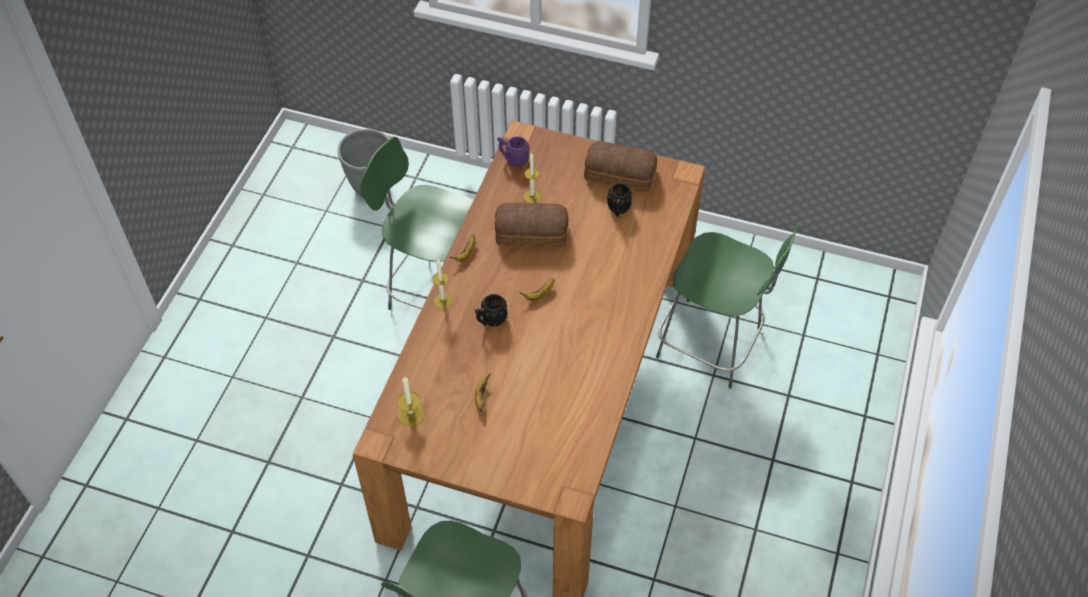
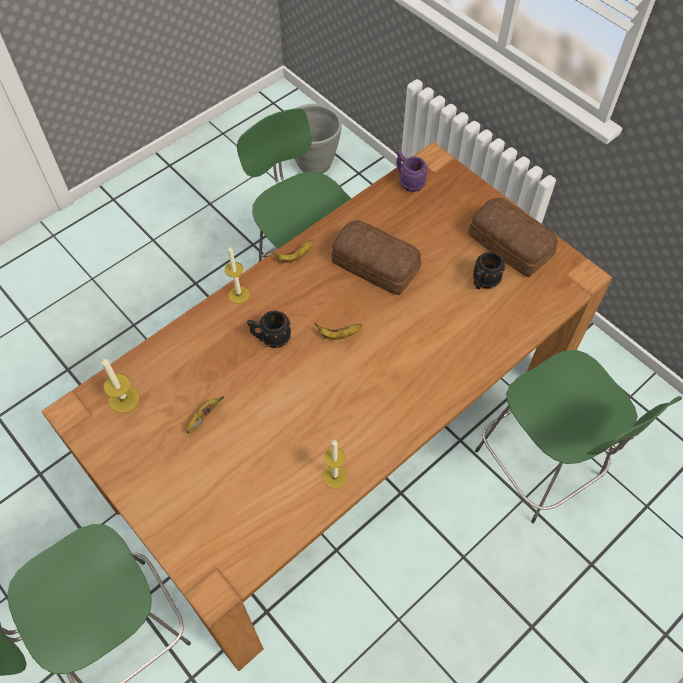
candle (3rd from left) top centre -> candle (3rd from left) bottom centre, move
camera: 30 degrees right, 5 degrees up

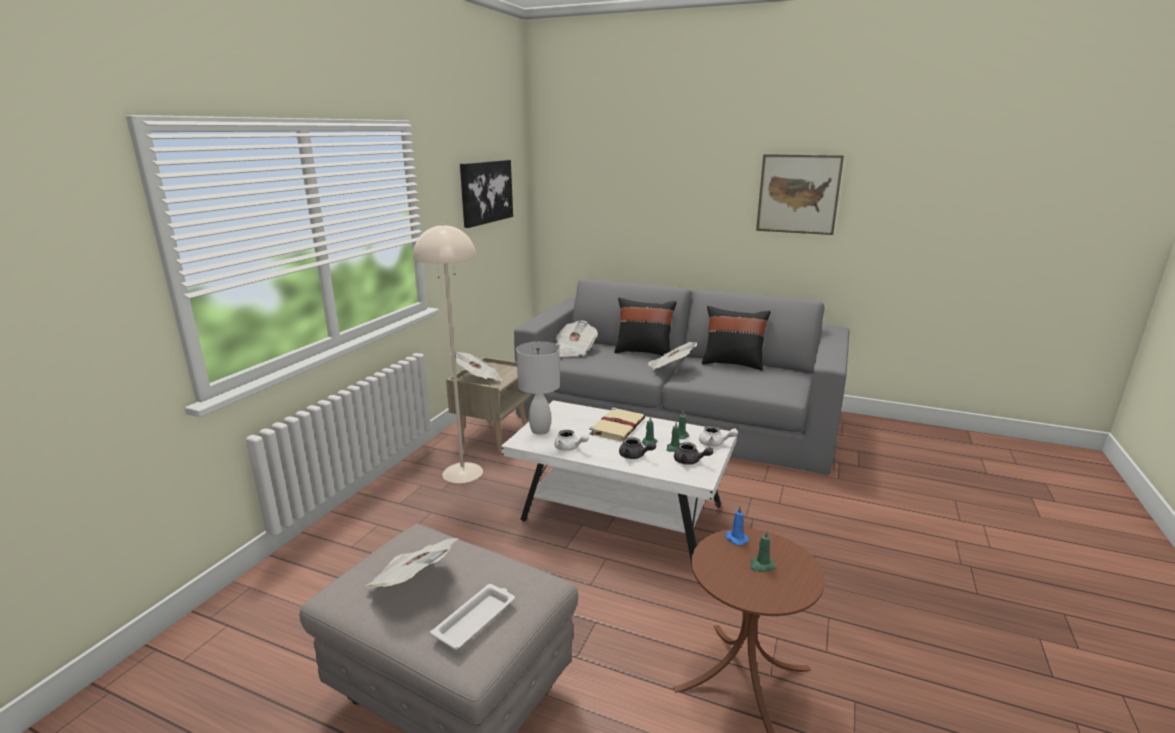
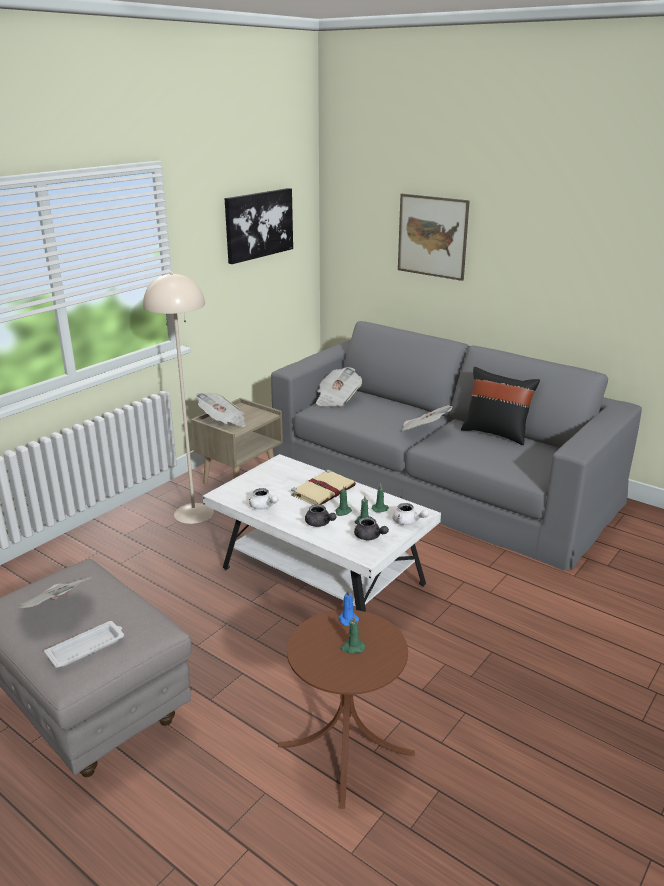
white table lamp centre -> none
black pillow (1st from left) centre -> none
picture (2nd from left) top right -> picture (2nd from left) top centre, move
camera: 15 degrees right, 5 degrees up

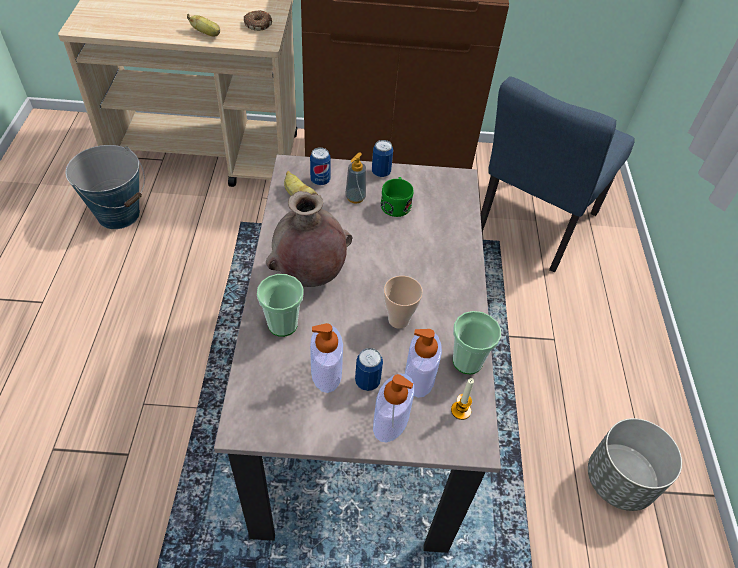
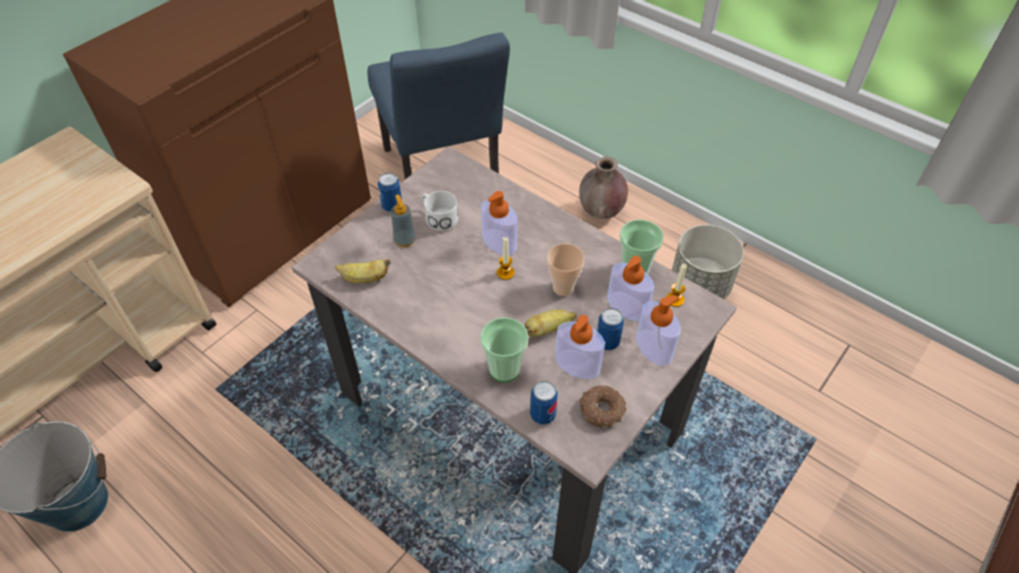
none -> soap dispenser (2nd from left) centre
none -> candle (1st from left) centre
banana (1st from left in the first image) top left -> banana (2nd from left) centre, move
donut top centre -> donut bottom centre, move
brown vase centre -> brown vase top centre, move
can (1st from left in the first image) top centre -> can (2nd from left) bottom centre, move
green mug centre -> white mug centre
camera: 50 degrees left, 0 degrees up

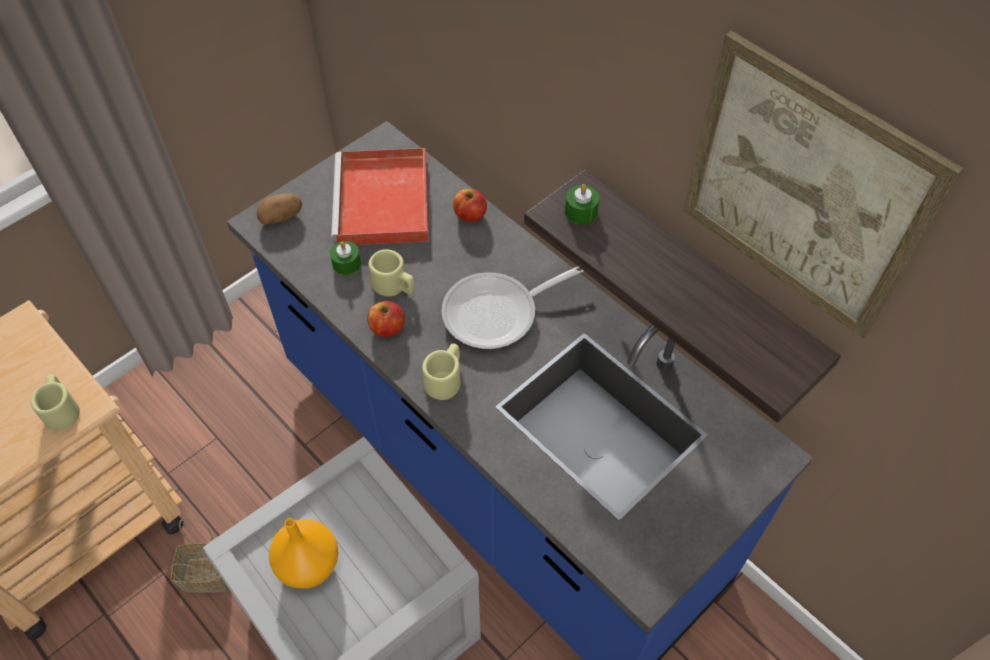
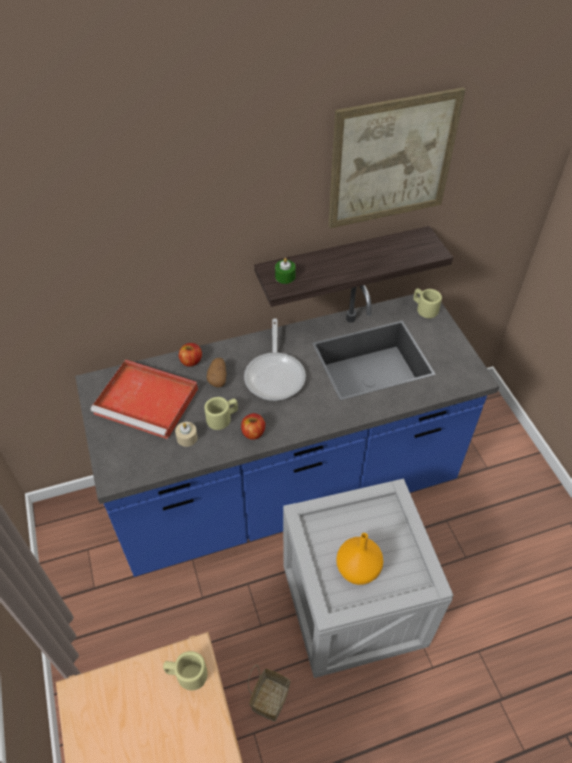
potato top left -> potato centre, move
beige mug (3rd from left) centre -> beige mug (3rd from left) middle right, move
green candle (1st from left) centre -> beige candle middle left
camera: 65 degrees left, 5 degrees down

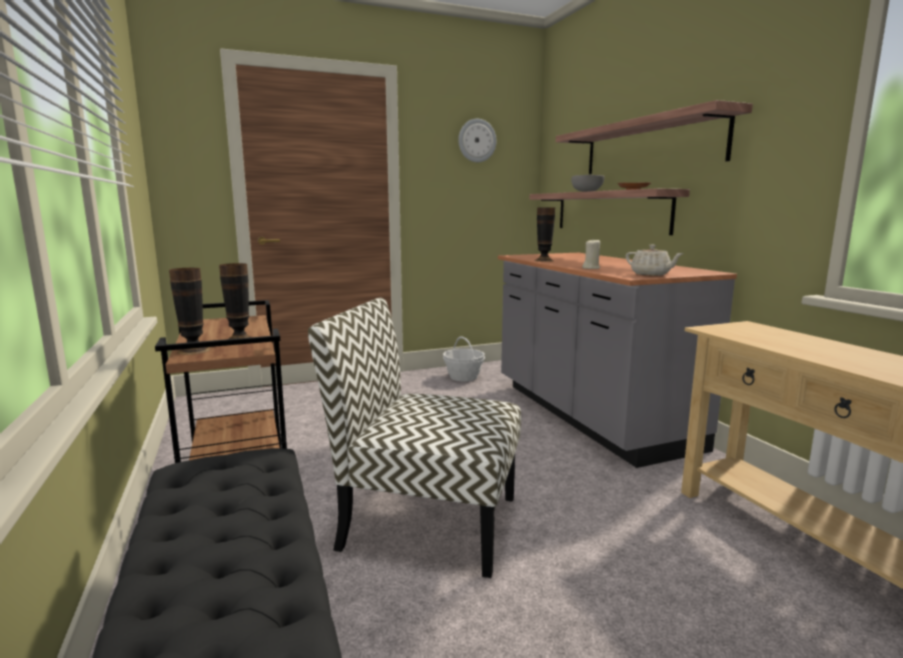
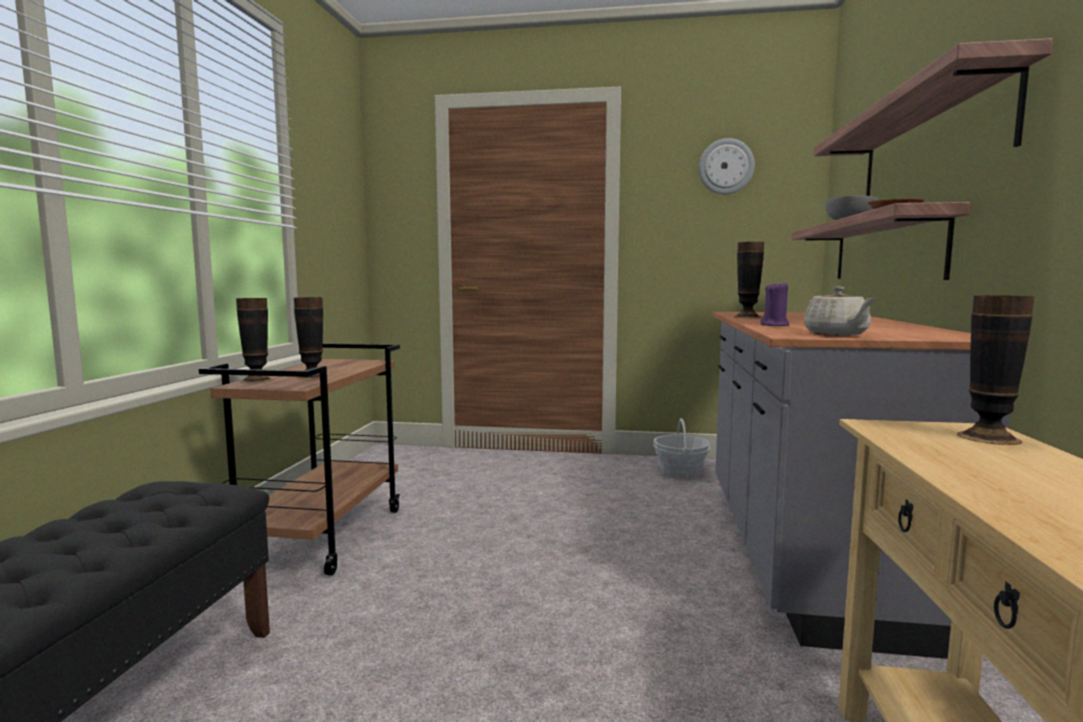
chair centre -> none
none -> vase (4th from left) middle right
beige candle centre -> purple candle middle right
camera: 30 degrees right, 5 degrees down

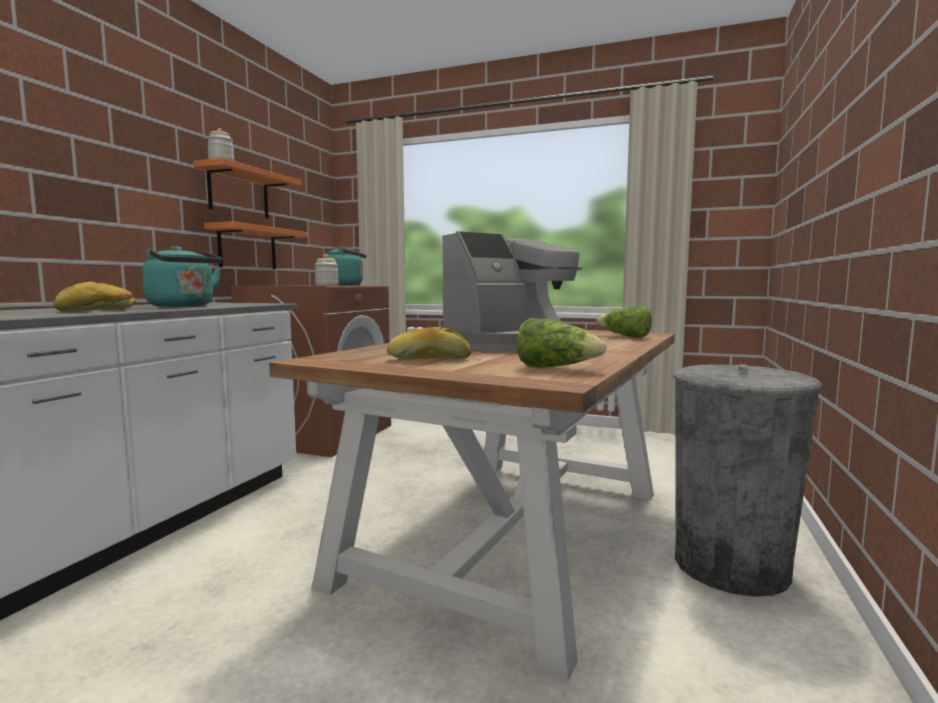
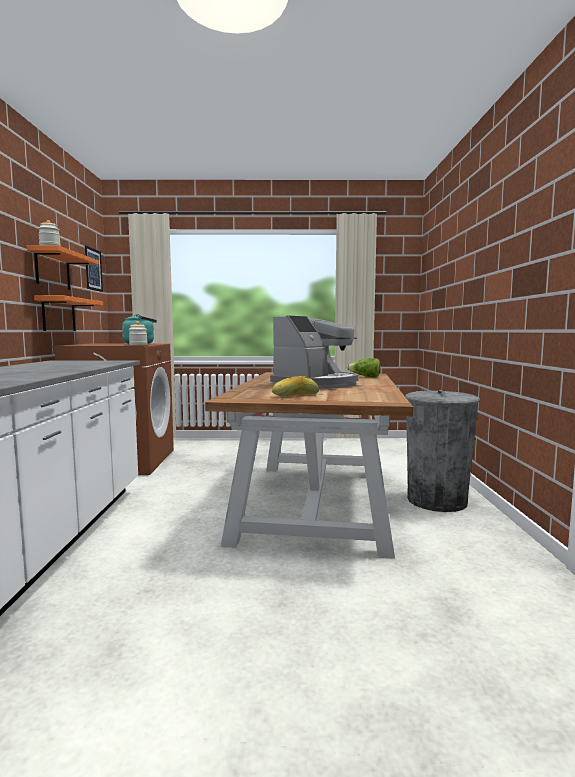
bread (1st from left) middle left -> none
turquoise kettle (1st from left) middle left -> none
lettuce (1st from left) centre -> none
none -> picture middle left
camera: 20 degrees left, 0 degrees up

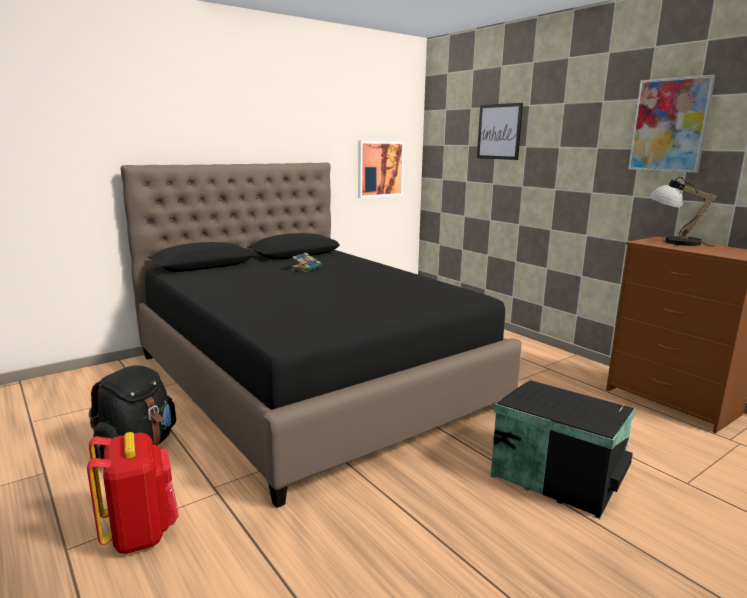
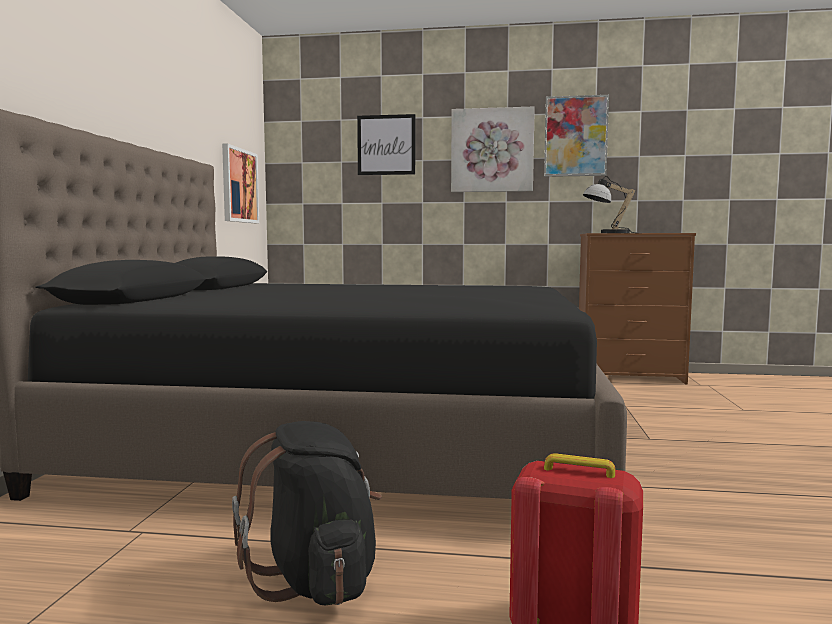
book centre -> none
black storage box bottom right -> none
none -> picture (3rd from left) top centre
camera: 45 degrees left, 10 degrees down

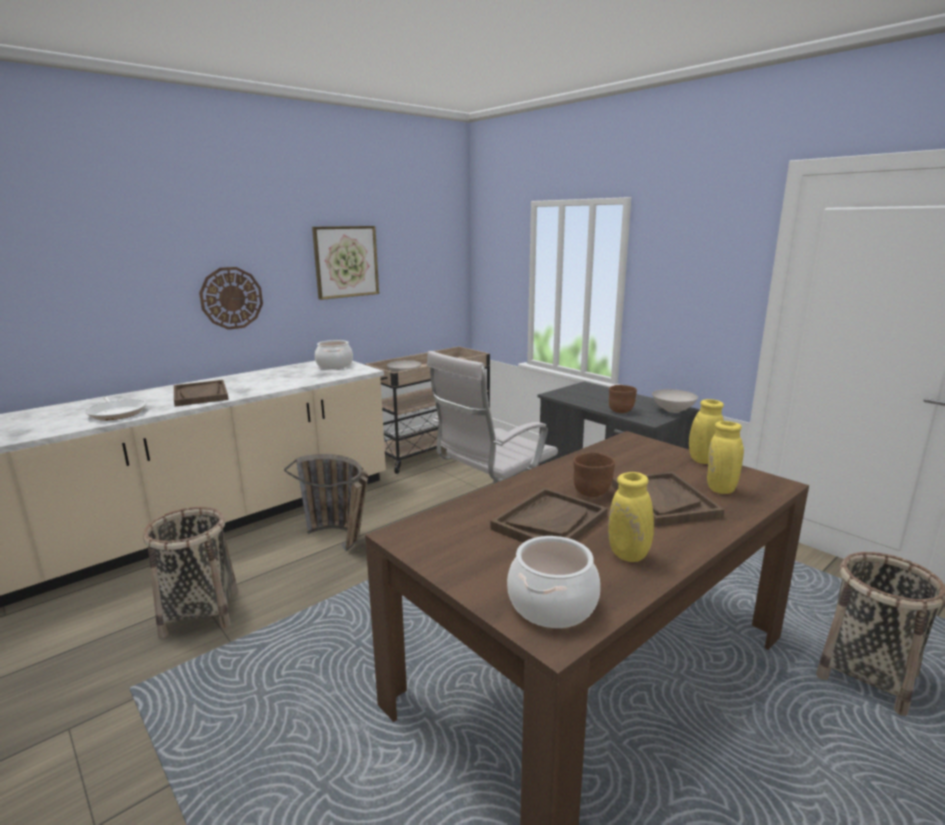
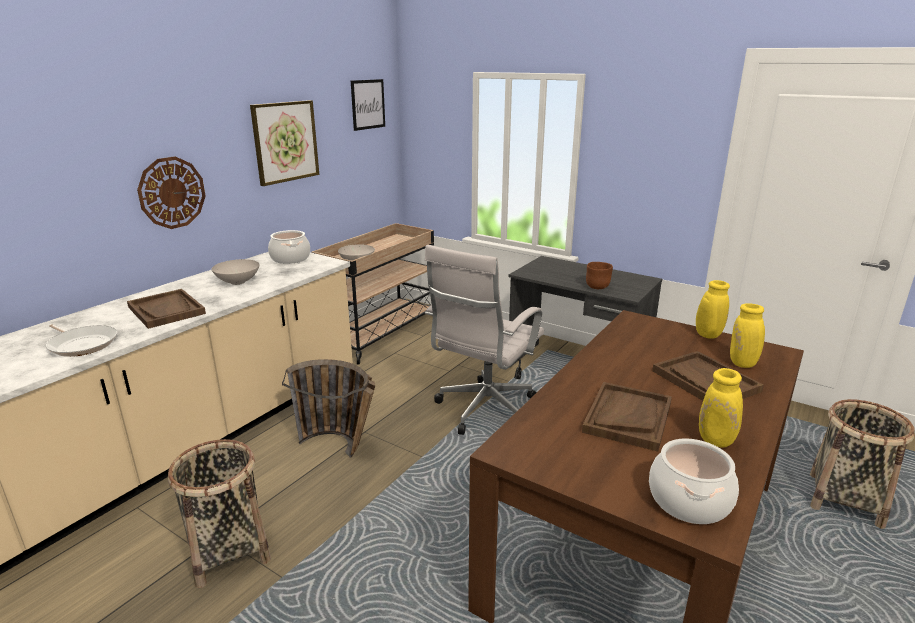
brown bowl (1st from left) centre -> none
none -> picture (2nd from left) top centre
white bowl (2nd from left in the first image) middle right -> white bowl (1st from left) middle left, move
camera: 15 degrees left, 5 degrees up

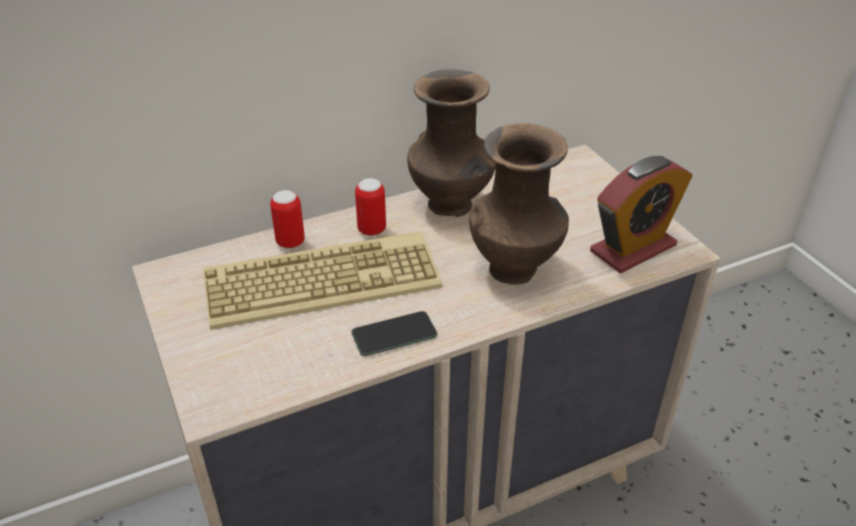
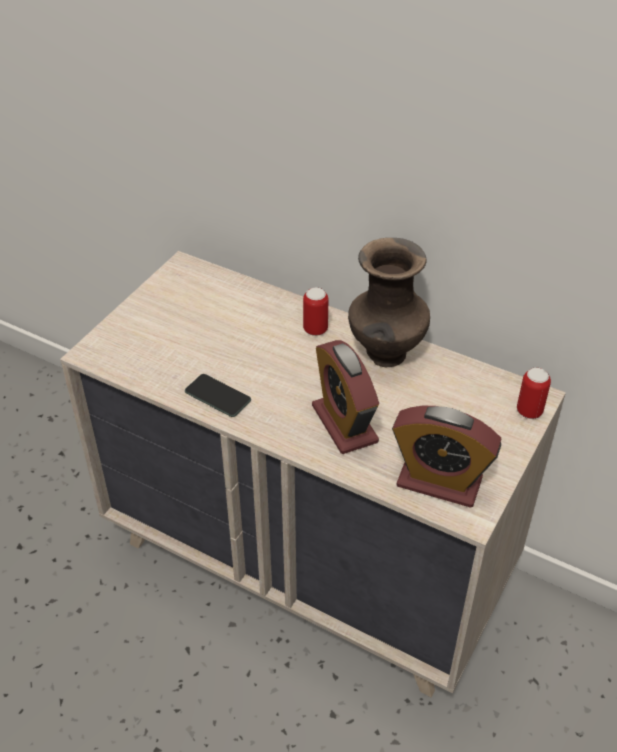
keyboard centre -> none
can (1st from left in the first image) centre -> can (2nd from left) middle right, move
brown vase (2nd from left) centre -> alarm clock (1st from left) centre
camera: 55 degrees right, 5 degrees up

